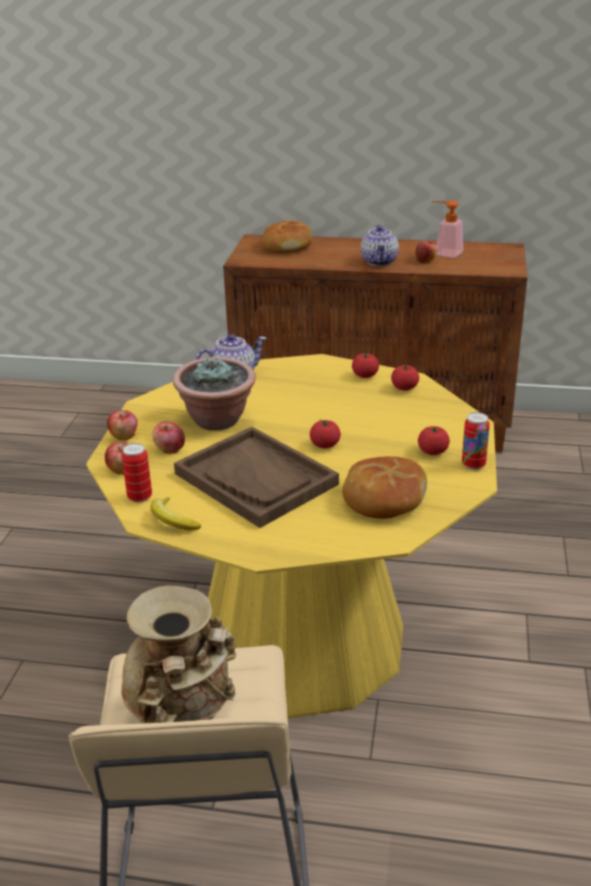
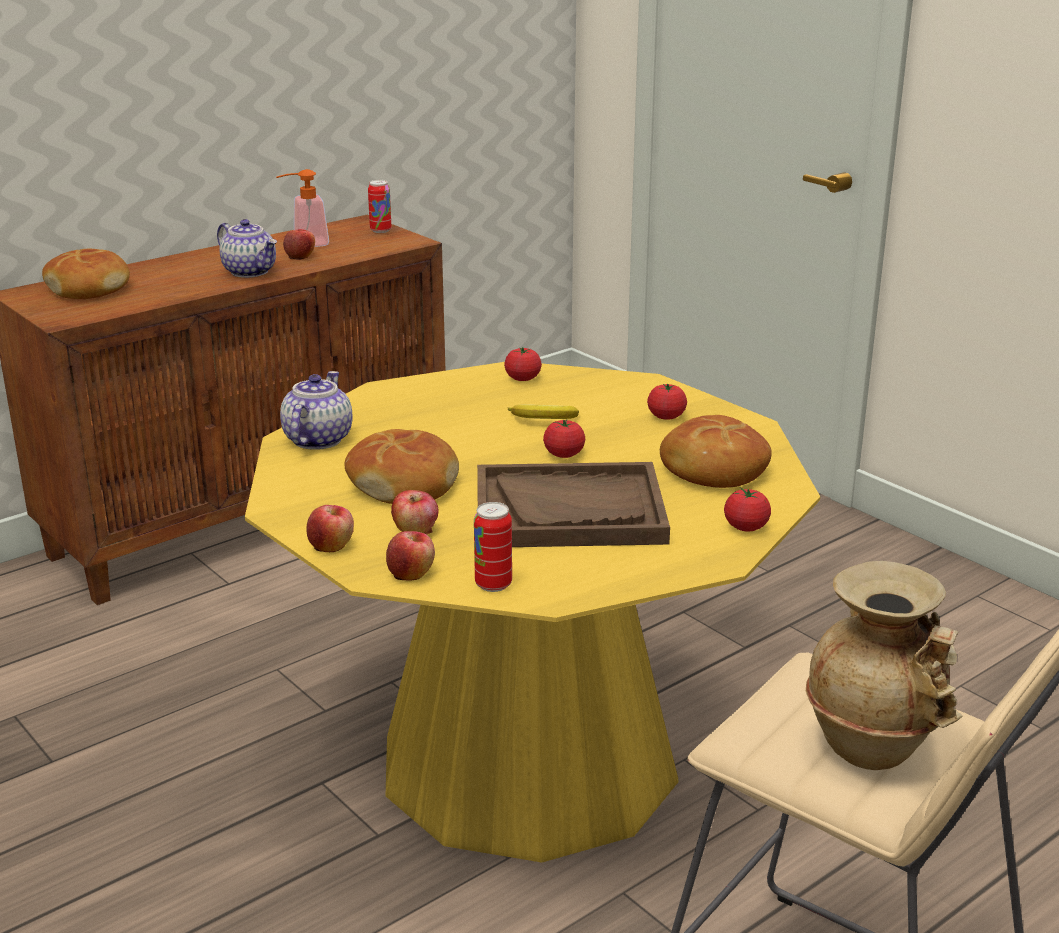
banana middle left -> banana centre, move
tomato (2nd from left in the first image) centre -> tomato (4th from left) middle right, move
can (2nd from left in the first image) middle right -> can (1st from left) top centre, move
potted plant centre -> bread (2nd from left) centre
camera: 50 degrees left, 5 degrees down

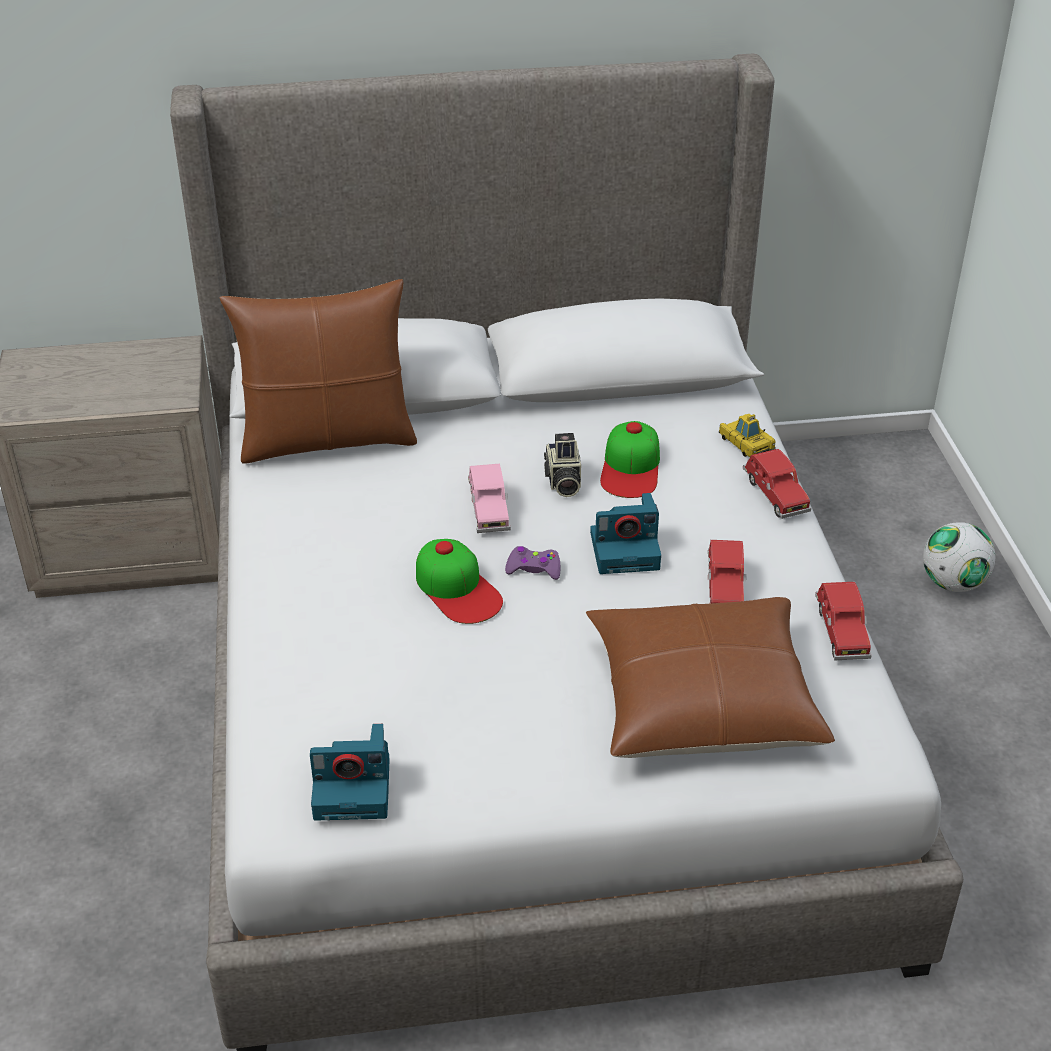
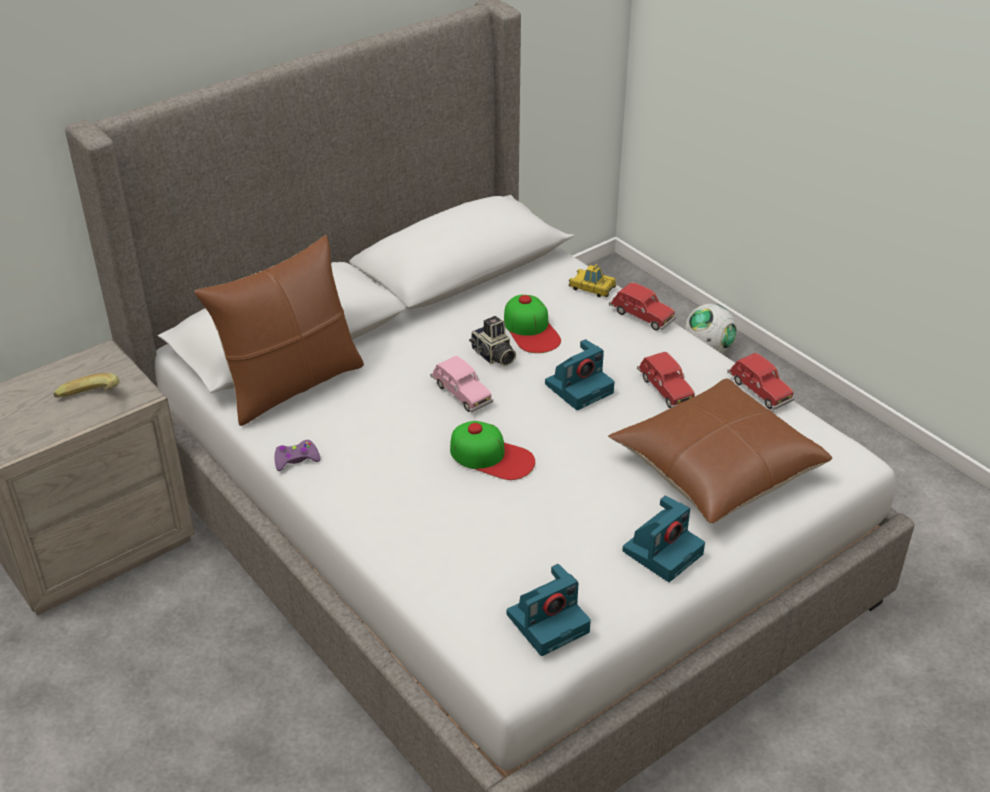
none -> banana middle left
none -> photo camera (4th from left) bottom right
purple game controller centre -> purple game controller middle left, move
camera: 30 degrees left, 0 degrees up

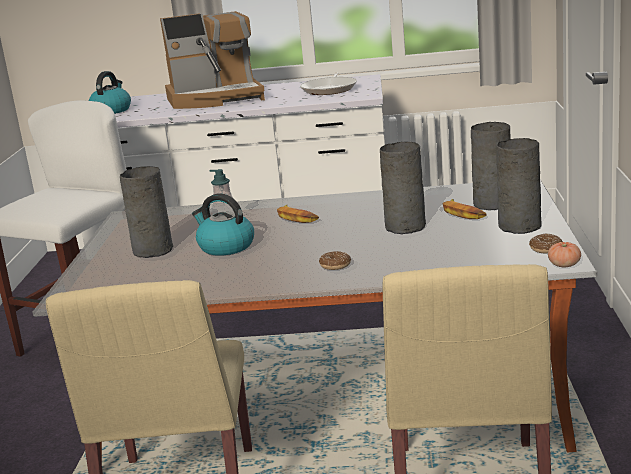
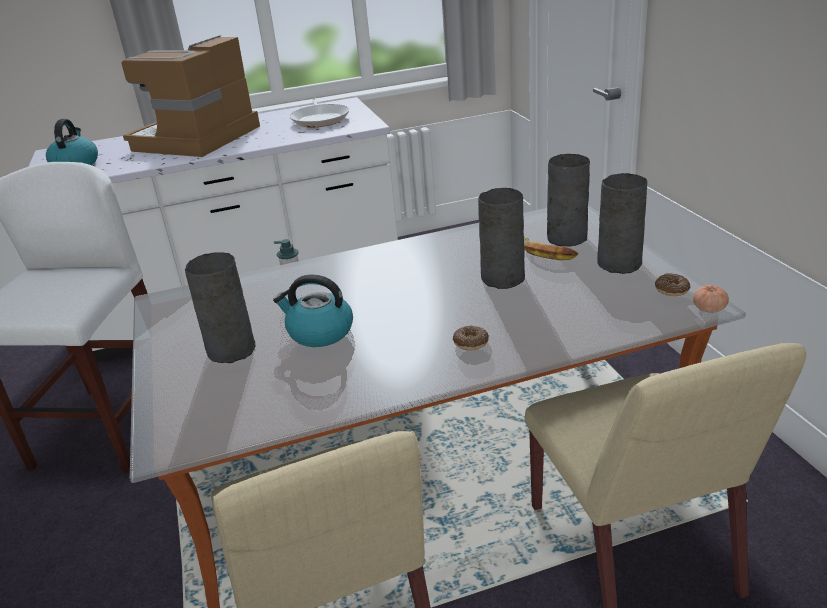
banana (1st from left) centre -> none
coffee machine top centre -> coffee machine top left, 150 degrees clockwise
camera: 20 degrees left, 10 degrees up

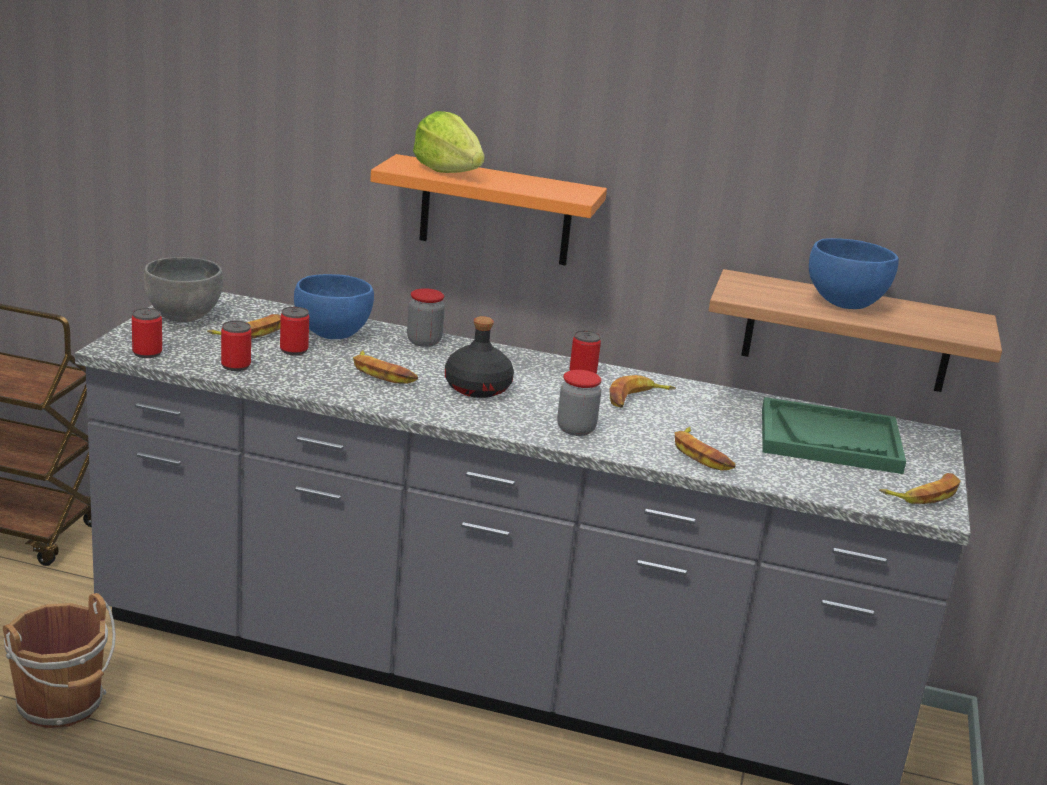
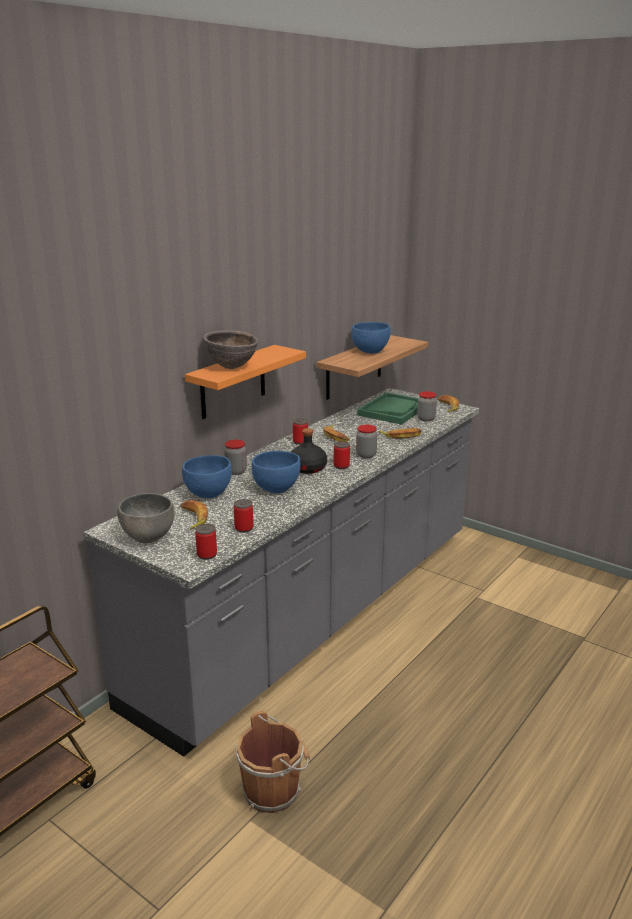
none -> jar (3rd from left) middle right
can (3rd from left in the first image) middle left -> can (4th from left) centre, move
banana (2nd from left) centre -> blue bowl (2nd from left) centre
lettuce top centre -> brown bowl centre
camera: 65 degrees left, 0 degrees up

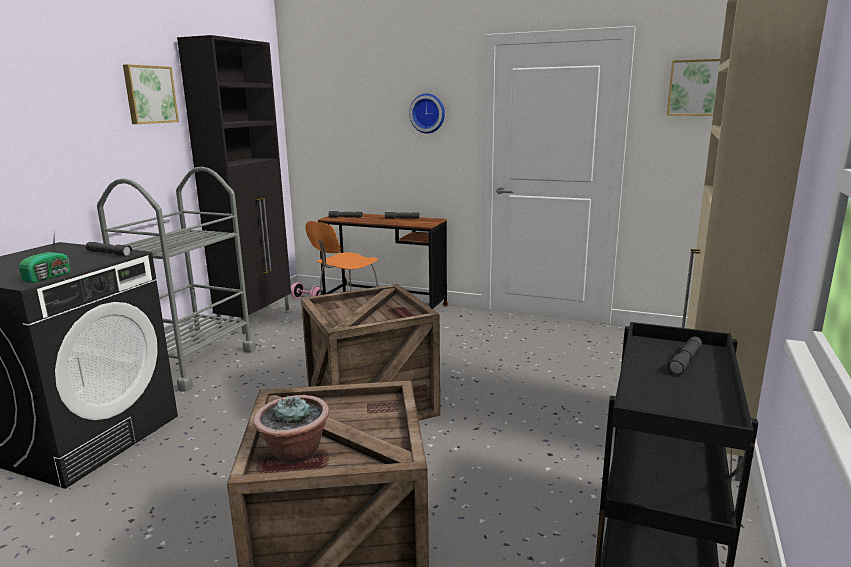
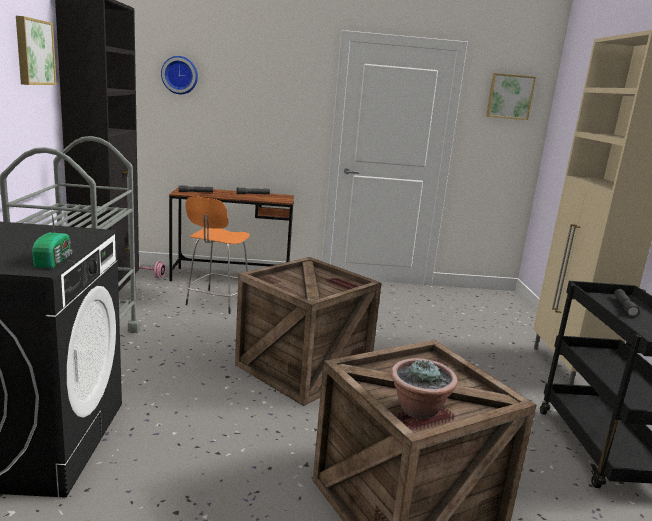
grey flashlight (1st from left) middle left -> none
wall clock top centre -> wall clock top left, move
camera: 25 degrees left, 0 degrees up

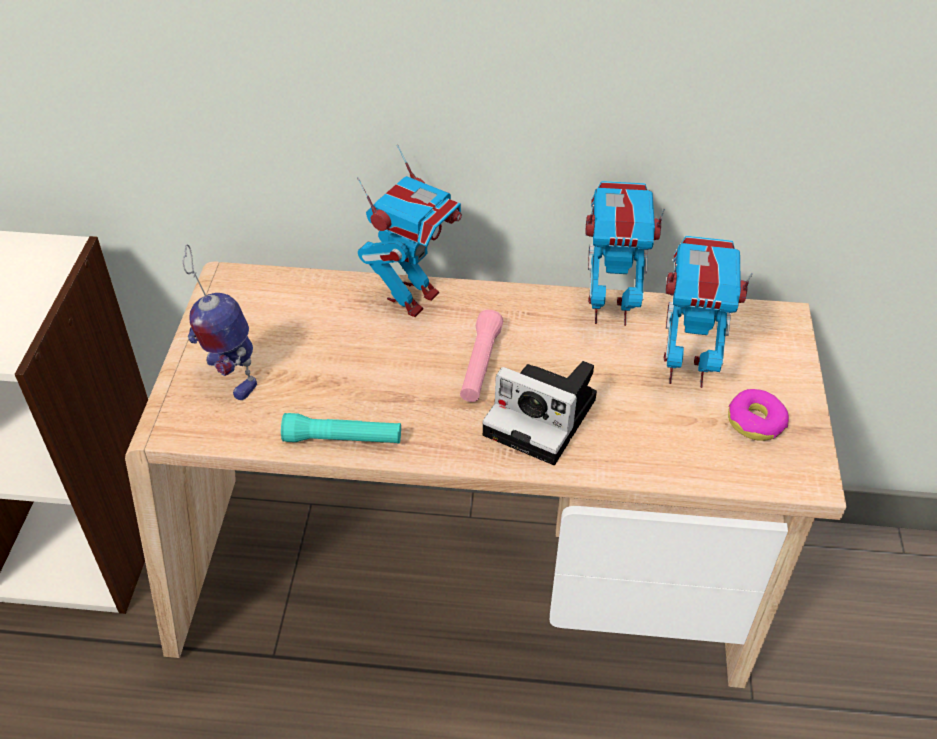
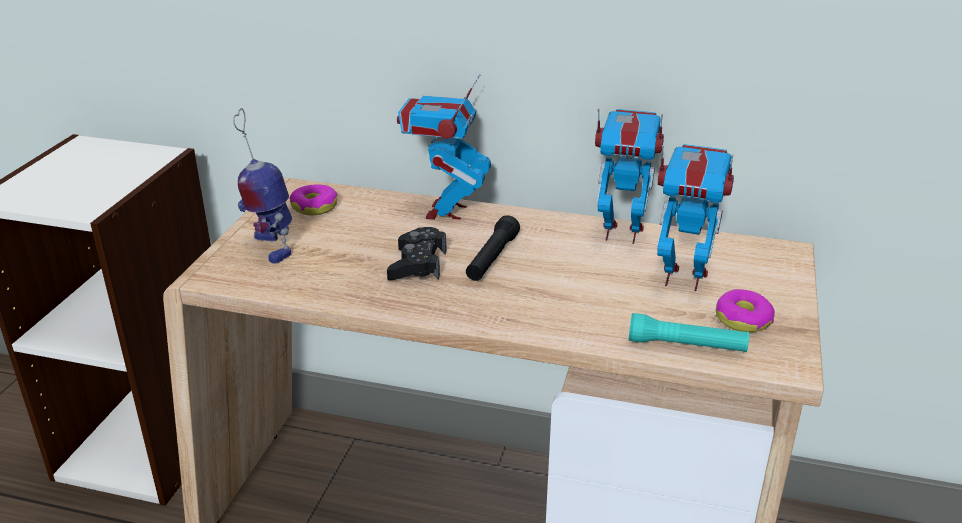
photo camera centre -> none
none -> donut (1st from left) middle left
none -> black game controller centre
turquoise flashlight centre -> turquoise flashlight middle right, move
pink flashlight centre -> black flashlight centre
toy robot (2nd from left) top centre, 150 degrees clockwise
camera: 10 degrees right, 15 degrees down

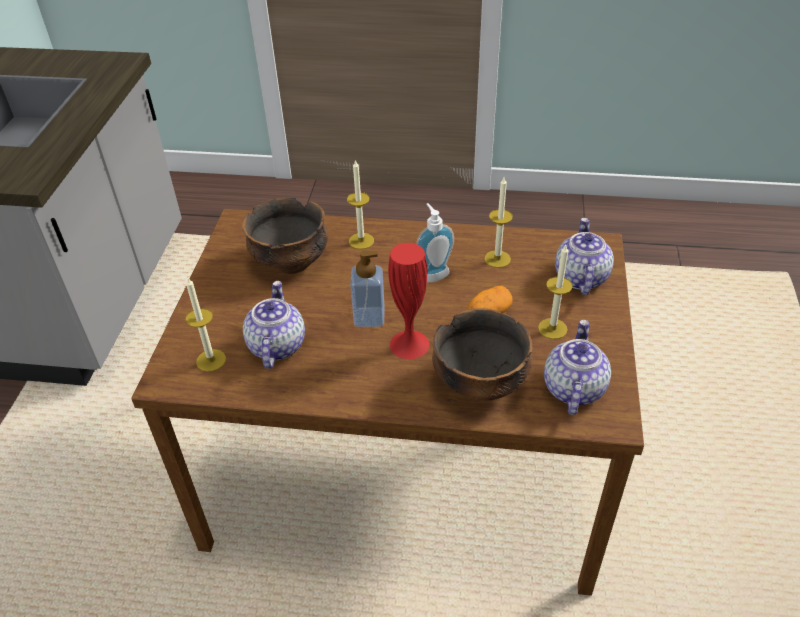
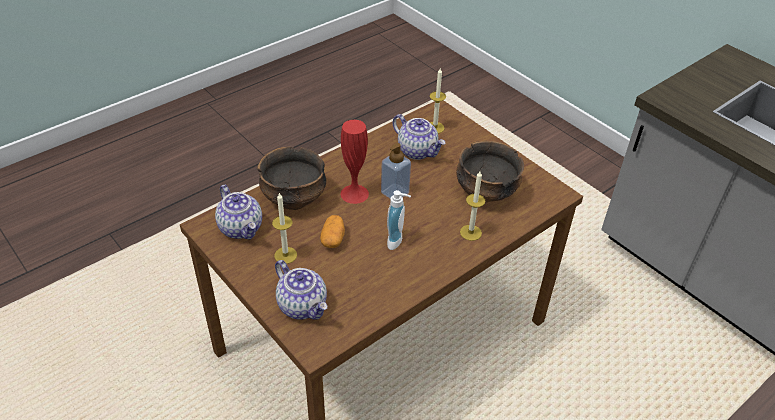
candle (3rd from left) centre -> none
camera: 130 degrees right, 0 degrees up

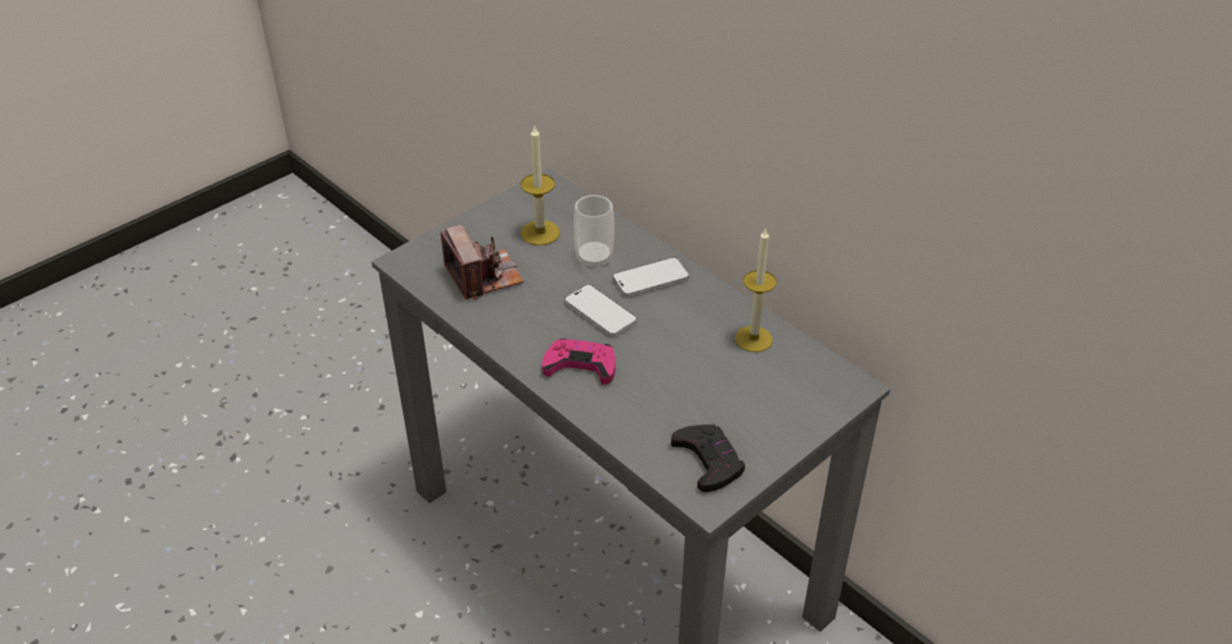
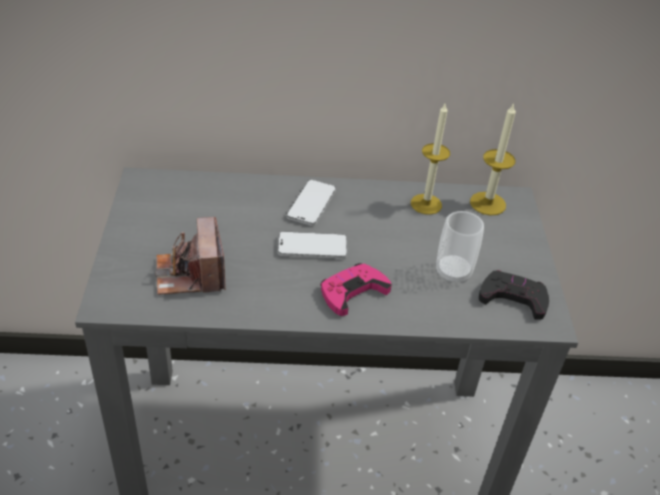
candle (1st from left in the first image) top centre -> candle (2nd from left) top right, move
cup centre -> cup middle right, move
photo camera centre -> photo camera middle left, 120 degrees counterclockwise
camera: 50 degrees left, 0 degrees up

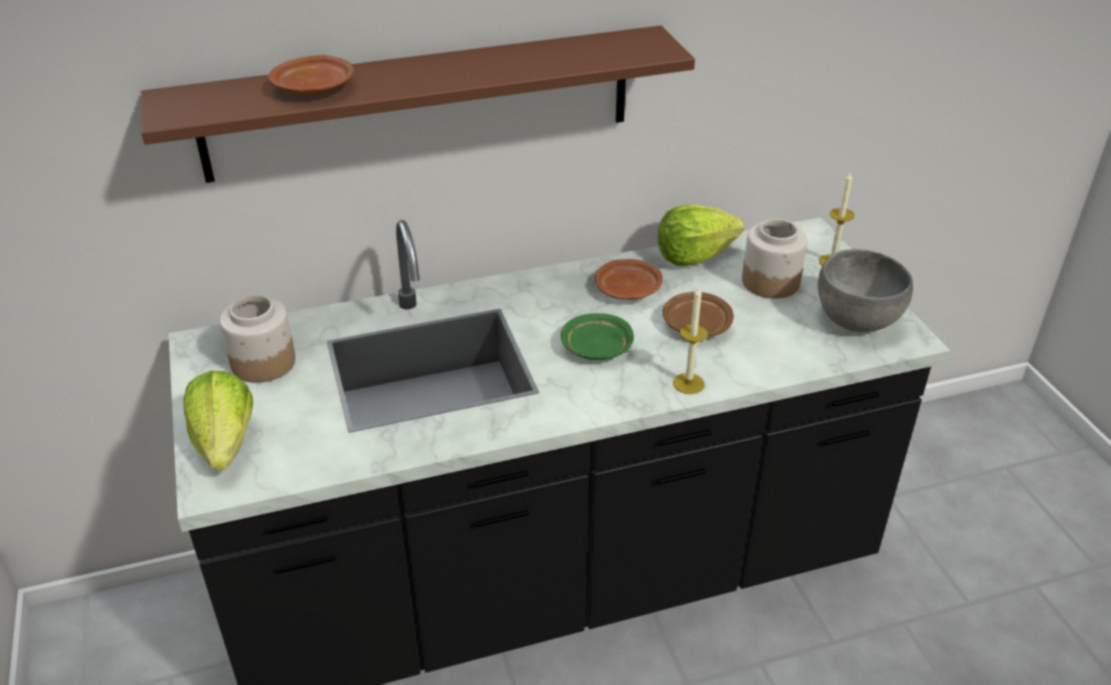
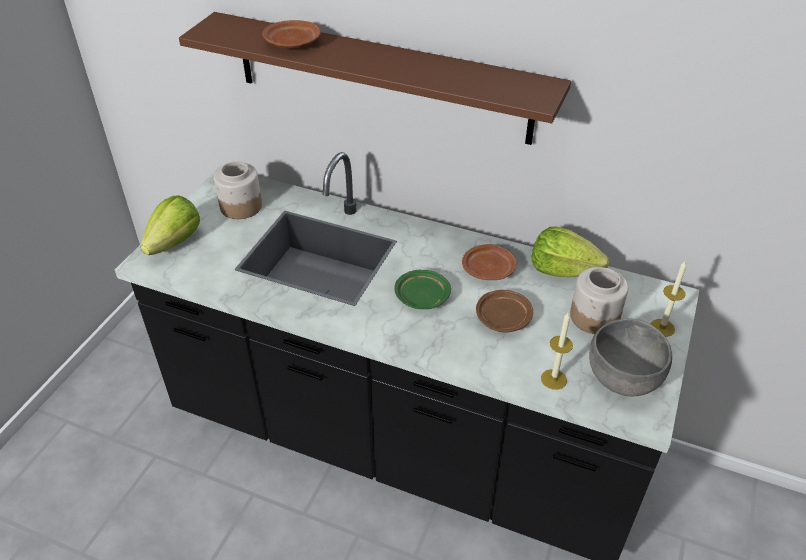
candle (1st from left) centre -> candle (1st from left) middle right, move
camera: 40 degrees right, 5 degrees up

